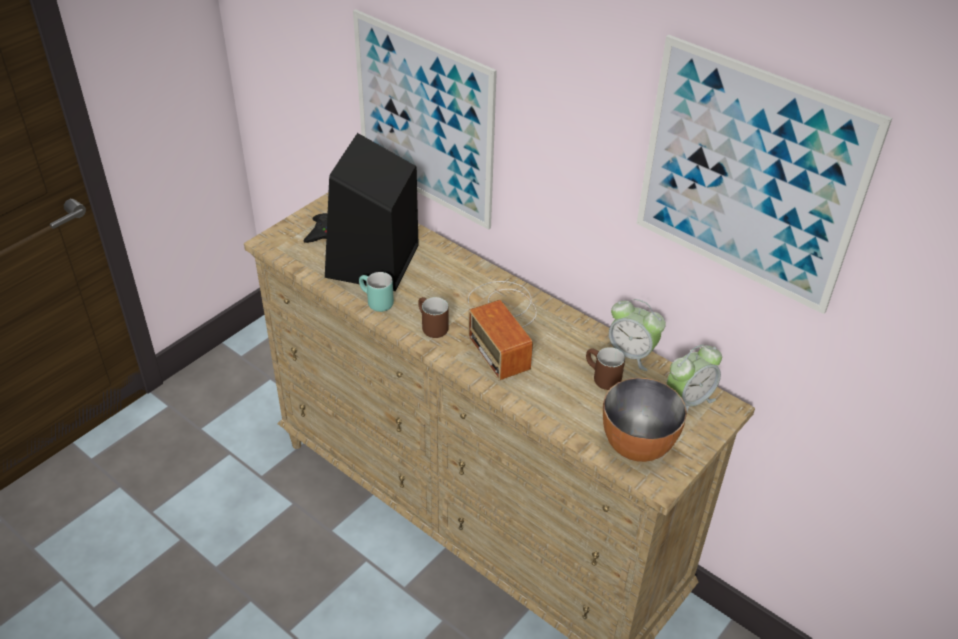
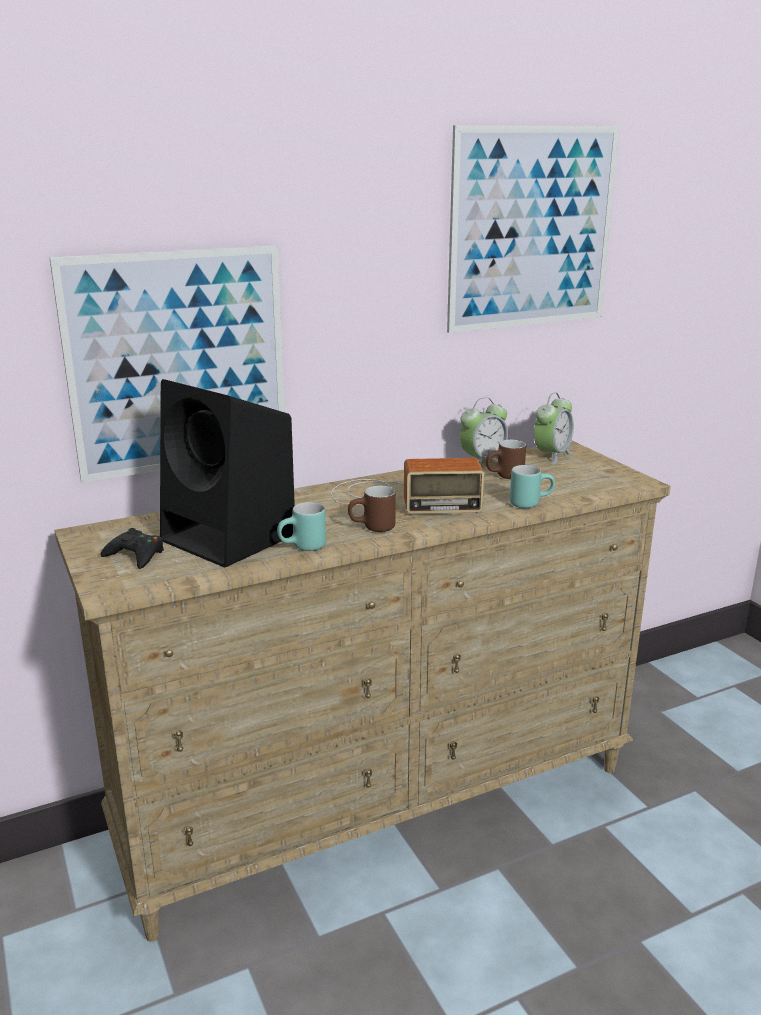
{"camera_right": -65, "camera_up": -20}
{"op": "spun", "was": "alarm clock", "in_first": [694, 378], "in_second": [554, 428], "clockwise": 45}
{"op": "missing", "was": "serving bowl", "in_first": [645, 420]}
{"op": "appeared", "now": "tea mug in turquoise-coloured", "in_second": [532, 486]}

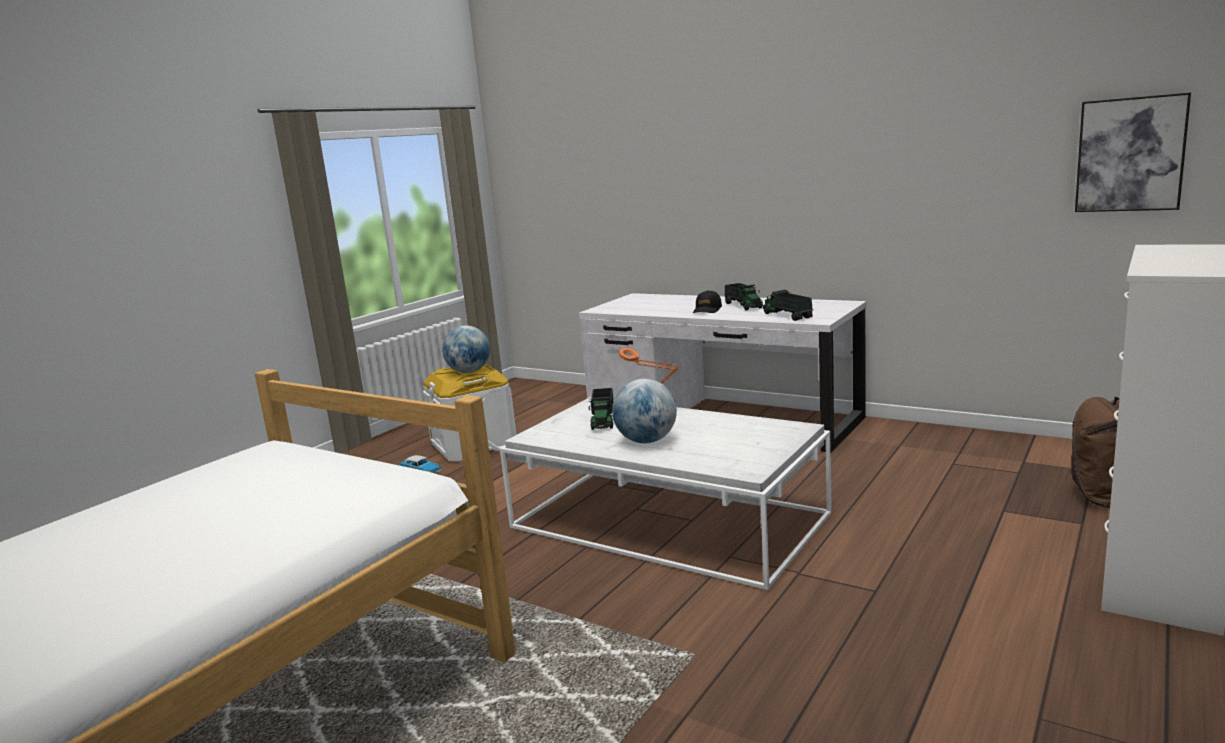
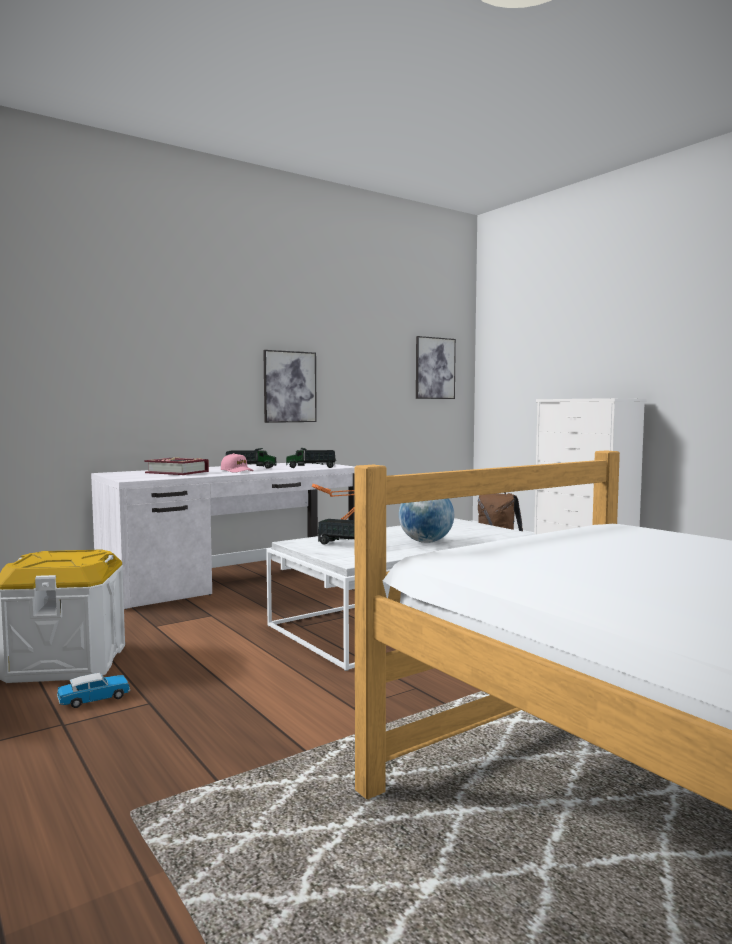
{"camera_right": -70, "camera_up": -10}
{"op": "colour", "was": "cap in blackish", "now": "cap in pinkish", "in_first": [707, 301], "in_second": [237, 463]}
{"op": "missing", "was": "world globe", "in_first": [466, 349]}
{"op": "appeared", "now": "wall picture", "in_second": [290, 386]}
{"op": "appeared", "now": "volume", "in_second": [177, 466]}

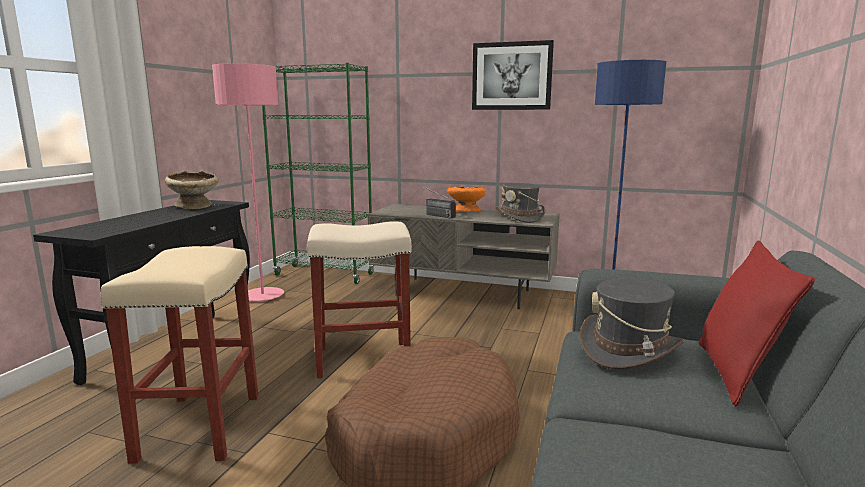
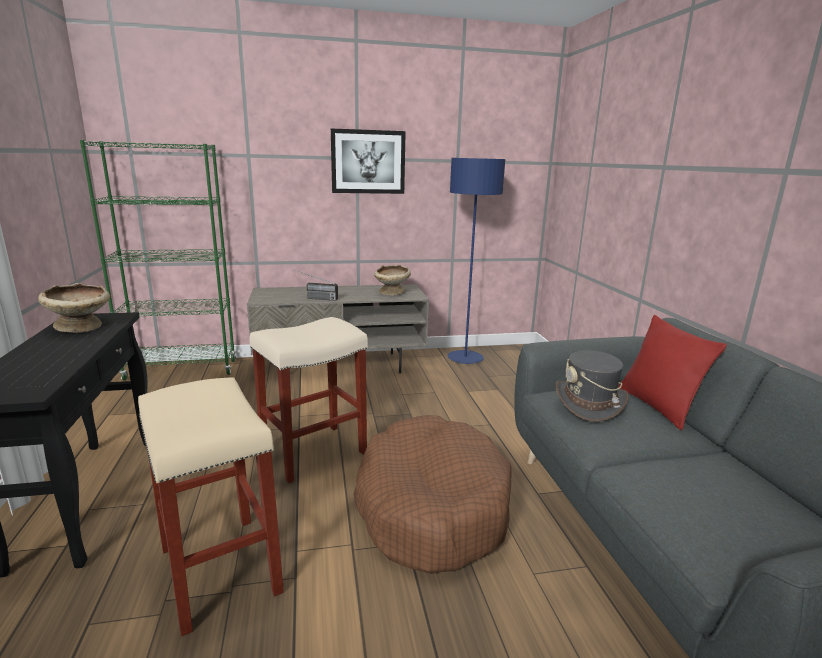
{"camera_right": -30, "camera_up": 5}
{"op": "missing", "was": "floor lamp in pinkish", "in_first": [248, 182]}
{"op": "exchanged", "was": "clothing hat in grey", "now": "serving bowl in sand-coloured", "in_first": [520, 203], "in_second": [392, 280]}
{"op": "missing", "was": "serving bowl in orange-coloured", "in_first": [466, 199]}

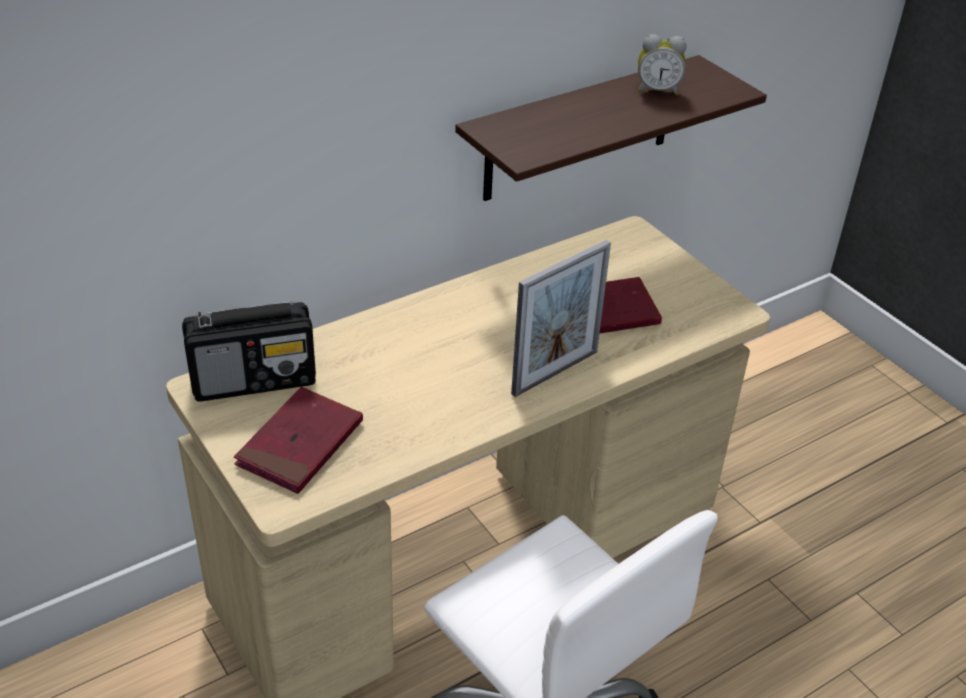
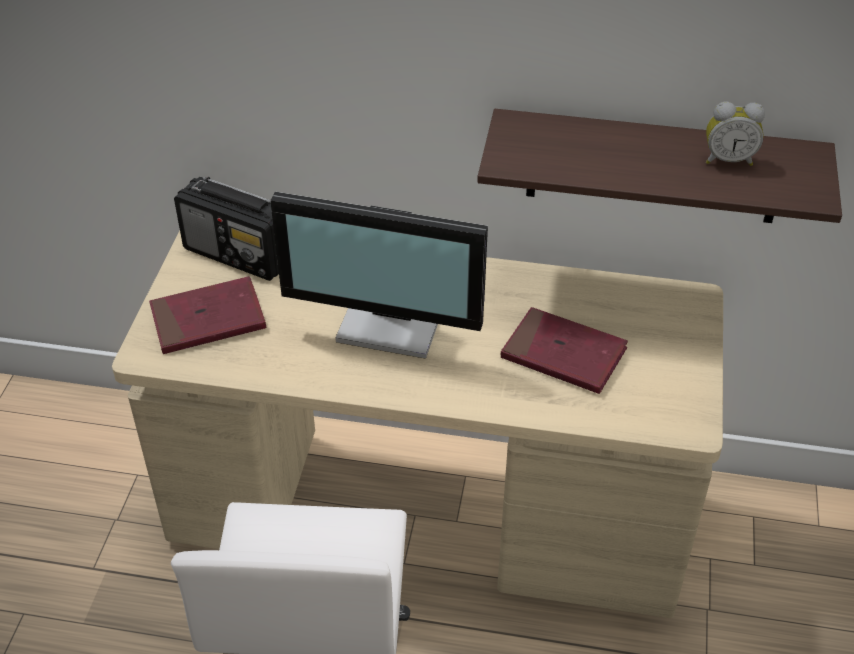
{"camera_right": 45, "camera_up": 5}
{"op": "spun", "was": "alarm clock", "in_first": [662, 65], "in_second": [735, 133], "clockwise": -45}
{"op": "missing", "was": "photo frame", "in_first": [561, 318]}
{"op": "appeared", "now": "computer display", "in_second": [379, 275]}

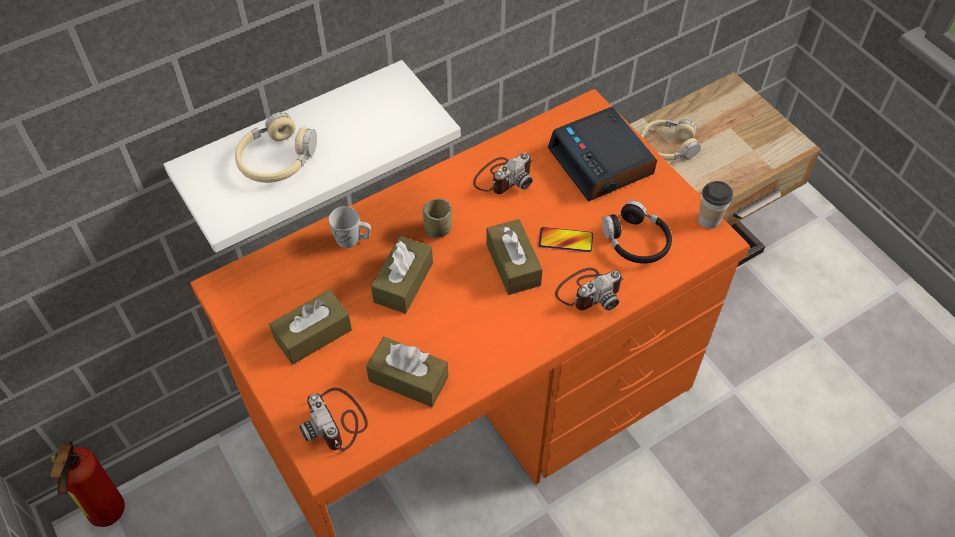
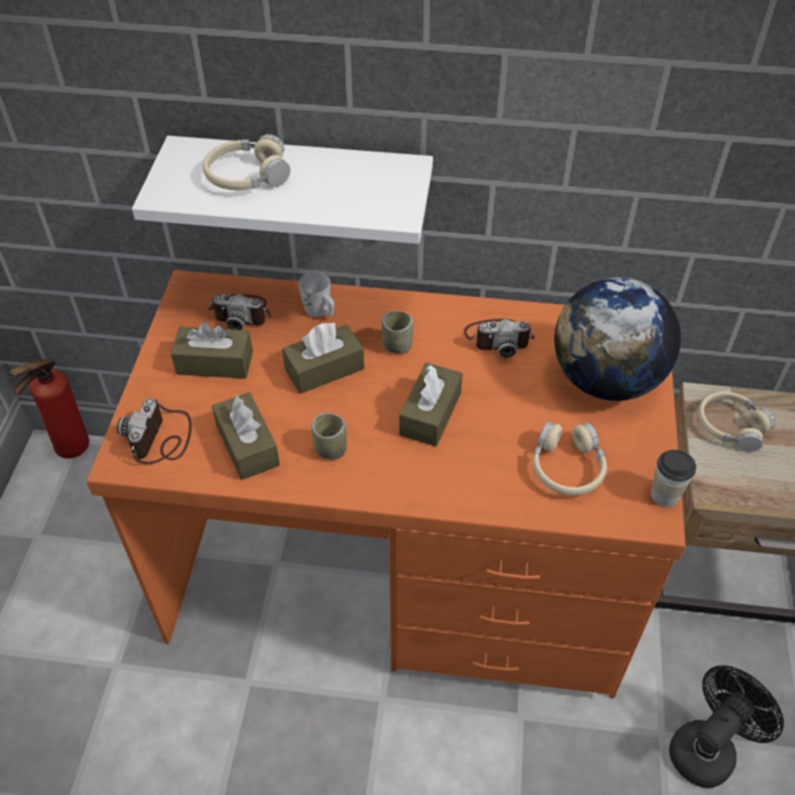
{"camera_right": 40, "camera_up": -5}
{"op": "exchanged", "was": "alarm clock", "now": "world globe", "in_first": [602, 154], "in_second": [617, 339]}
{"op": "colour", "was": "headset in blackish", "now": "headset in sand-coloured", "in_first": [637, 232], "in_second": [570, 458]}
{"op": "missing", "was": "phone", "in_first": [566, 239]}
{"op": "relocated", "was": "photo camera", "in_first": [589, 289], "in_second": [239, 312]}
{"op": "appeared", "now": "drinking cup", "in_second": [329, 436]}
{"op": "appeared", "now": "electric fan in blackish", "in_second": [726, 726]}

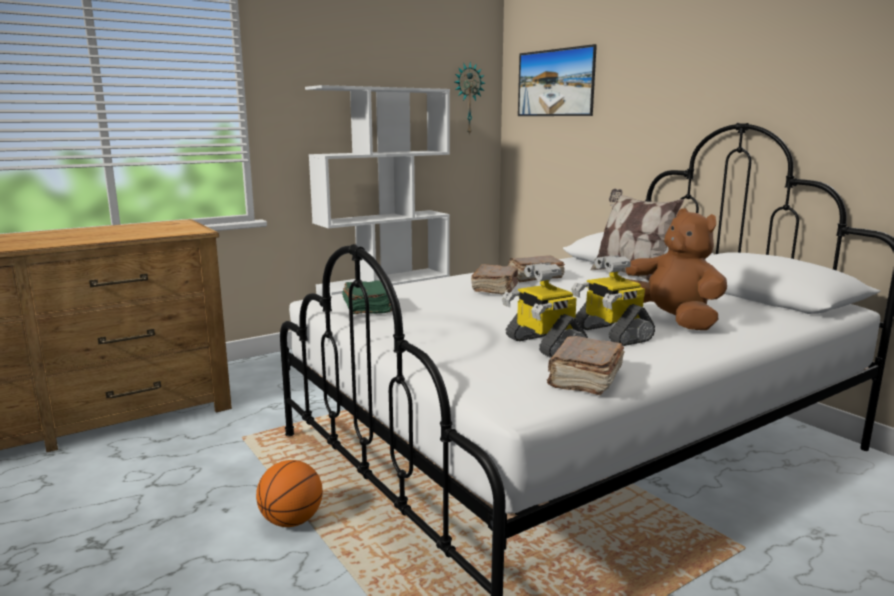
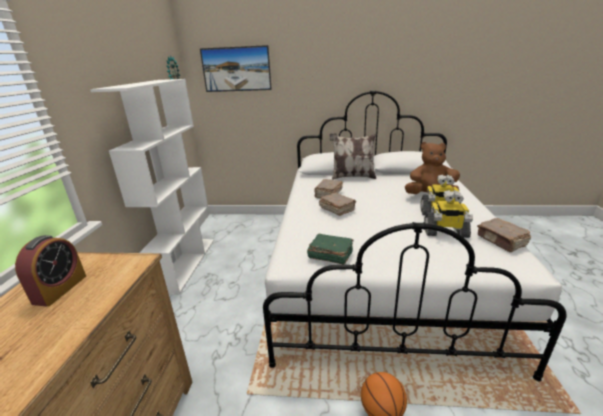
{"camera_right": -50, "camera_up": 10}
{"op": "appeared", "now": "alarm clock", "in_second": [50, 271]}

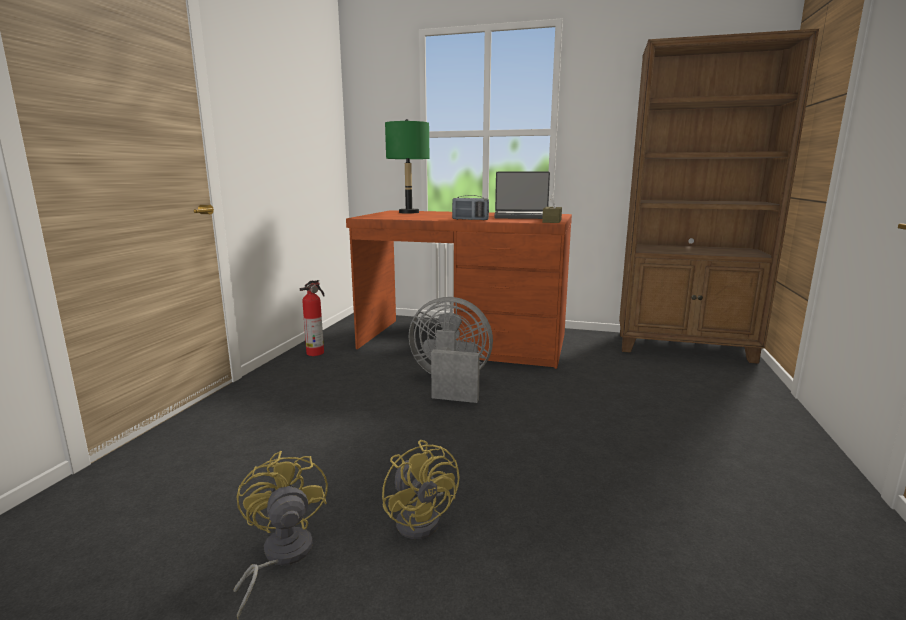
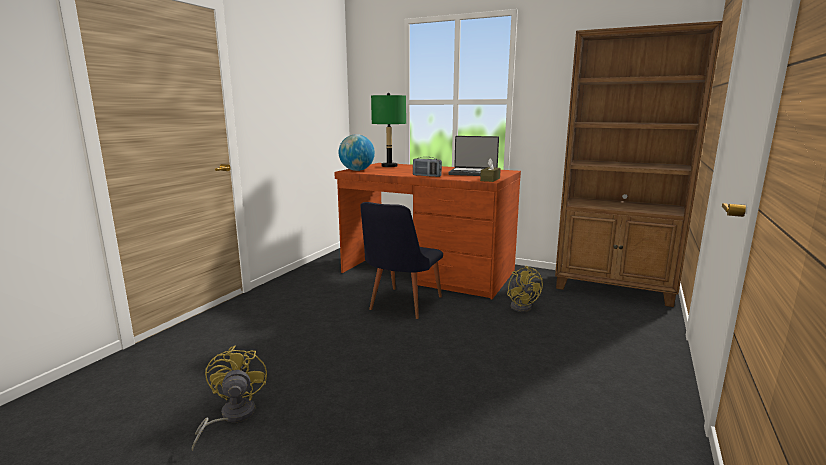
{"camera_right": 10, "camera_up": 0}
{"op": "missing", "was": "fire extinguisher", "in_first": [312, 318]}
{"op": "exchanged", "was": "electric fan in grey", "now": "plain chair in blackish", "in_first": [451, 350], "in_second": [401, 260]}
{"op": "relocated", "was": "electric fan in yellowish", "in_first": [420, 489], "in_second": [525, 289]}
{"op": "appeared", "now": "world globe", "in_second": [357, 152]}

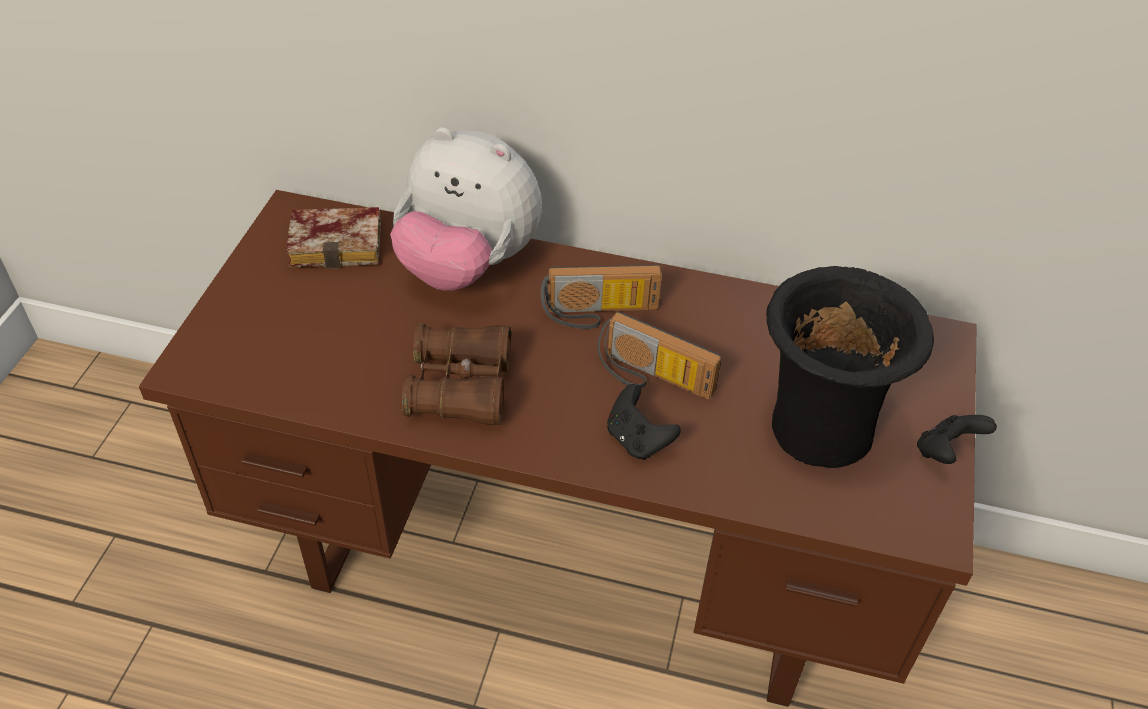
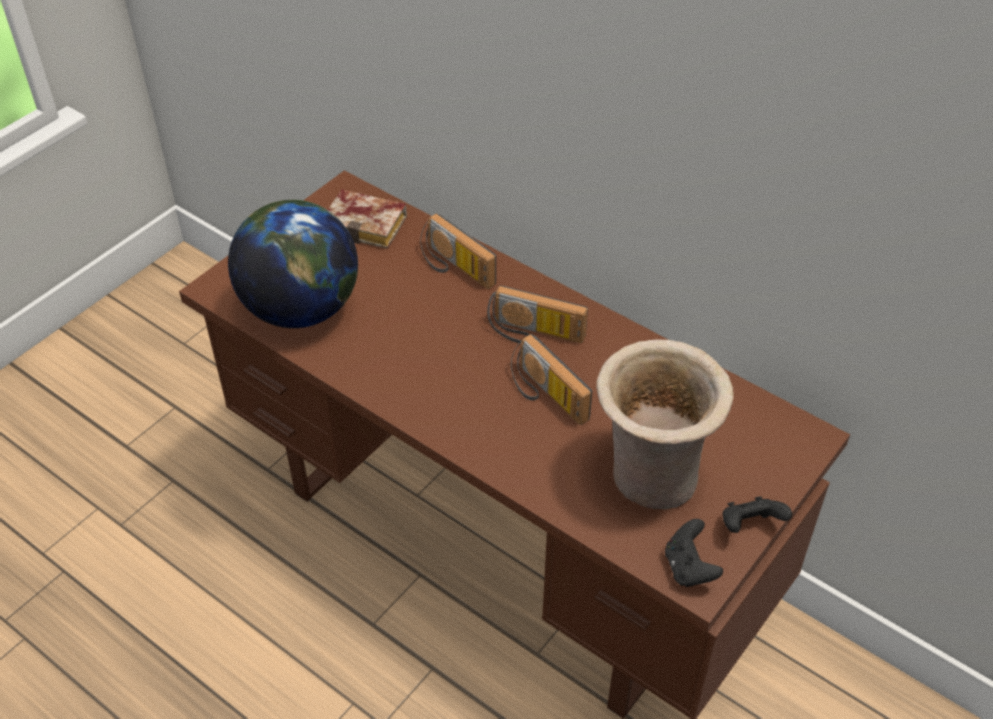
{"camera_right": 25, "camera_up": 0}
{"op": "exchanged", "was": "plush toy", "now": "radio", "in_first": [466, 209], "in_second": [458, 251]}
{"op": "colour", "was": "vase in blackish", "now": "vase in sand-coloured", "in_first": [850, 367], "in_second": [665, 424]}
{"op": "missing", "was": "field glasses in brown", "in_first": [456, 374]}
{"op": "relocated", "was": "gamepad in blackish", "in_first": [644, 422], "in_second": [694, 553]}
{"op": "appeared", "now": "world globe", "in_second": [293, 264]}

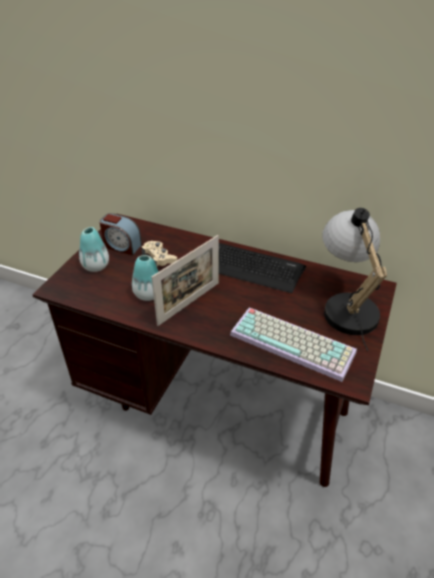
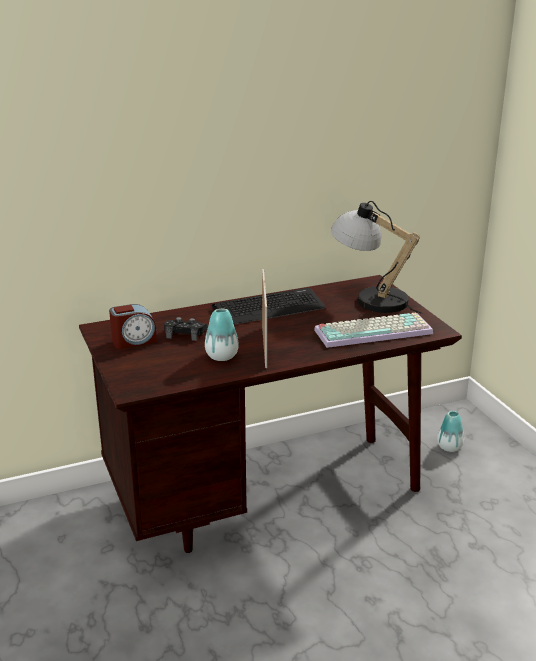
{"camera_right": -45, "camera_up": -15}
{"op": "relocated", "was": "vase", "in_first": [94, 249], "in_second": [450, 431]}
{"op": "colour", "was": "gamepad in sand-coloured", "now": "gamepad in blackish", "in_first": [159, 253], "in_second": [185, 329]}

